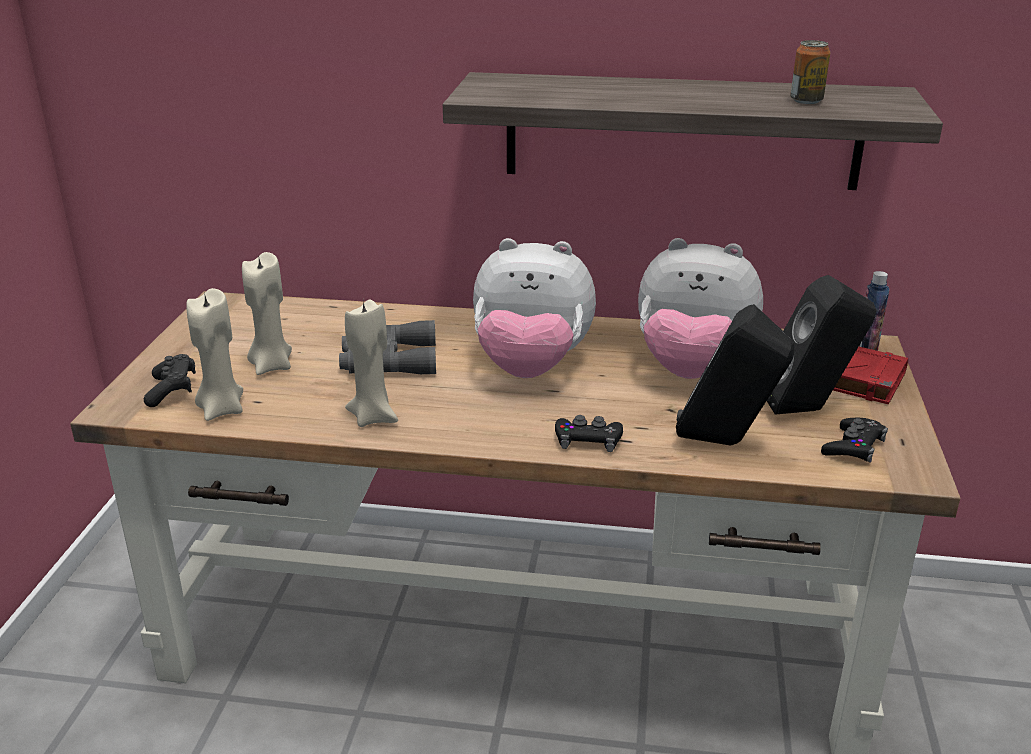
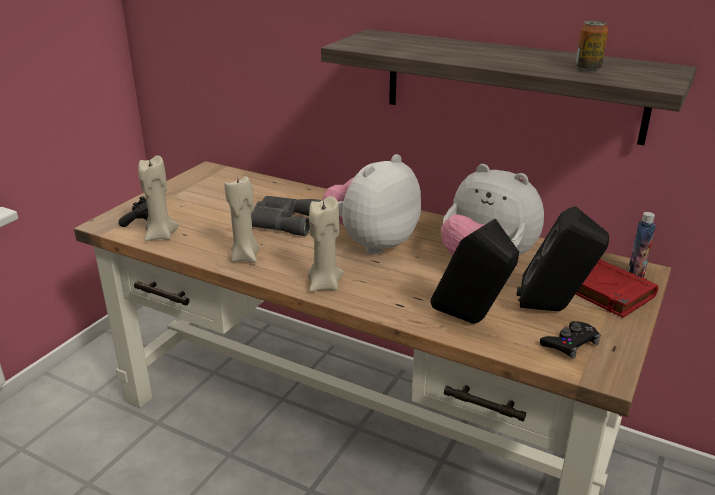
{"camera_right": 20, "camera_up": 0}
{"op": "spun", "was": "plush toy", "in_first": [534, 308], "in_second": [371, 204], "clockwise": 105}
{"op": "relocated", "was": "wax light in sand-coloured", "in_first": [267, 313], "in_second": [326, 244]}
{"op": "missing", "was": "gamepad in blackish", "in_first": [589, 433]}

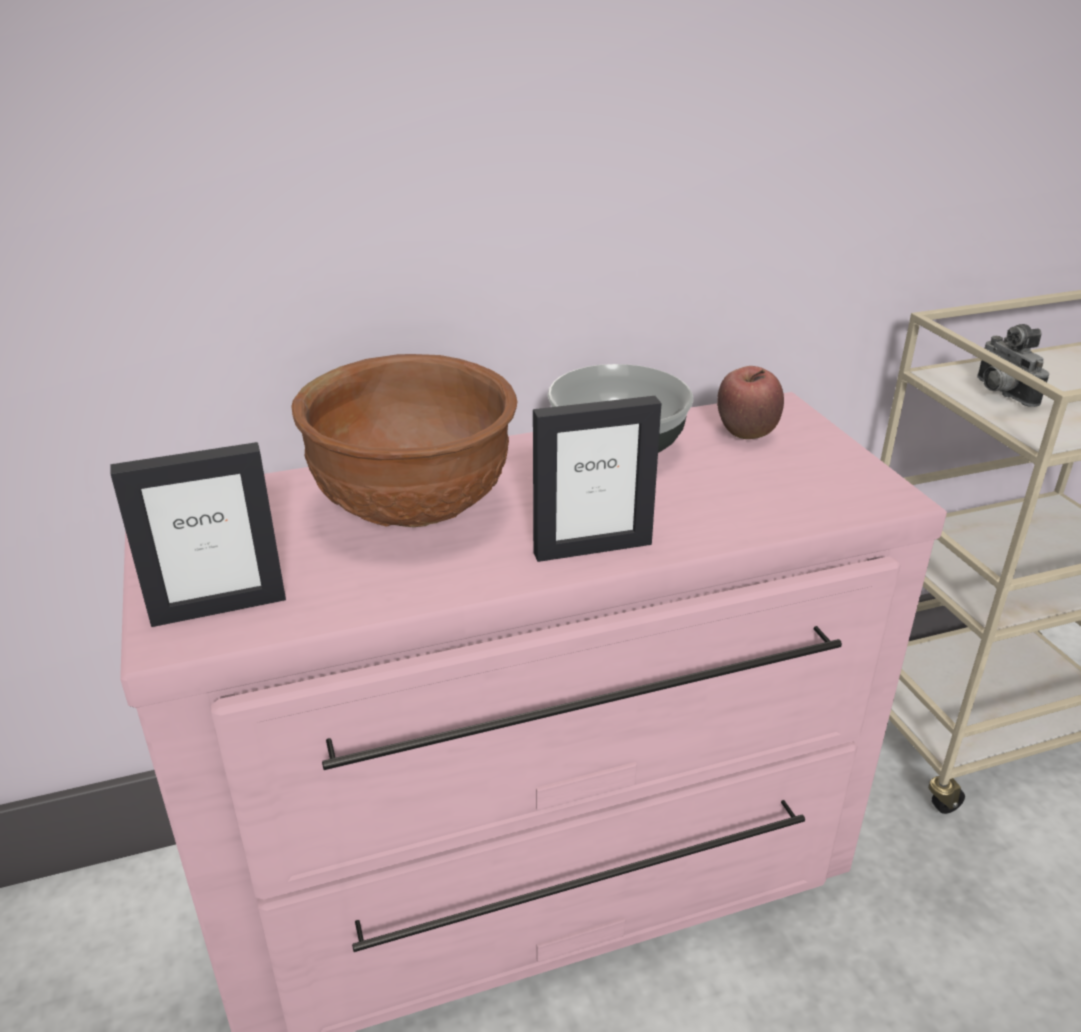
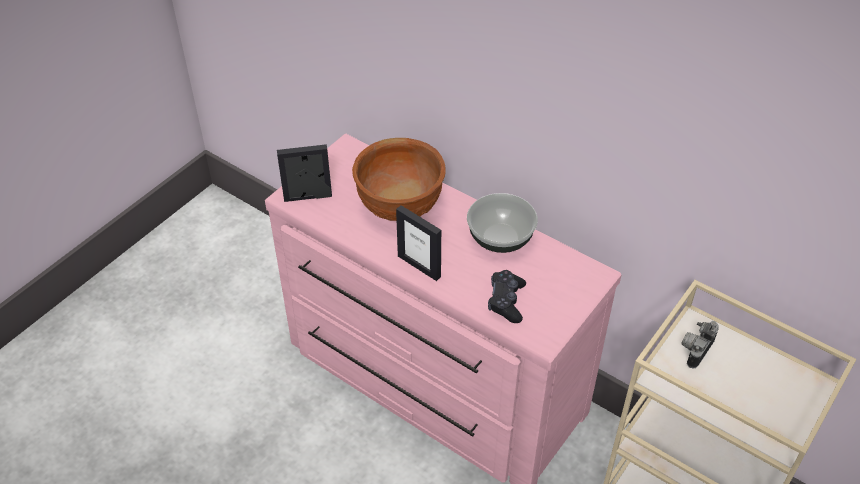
{"camera_right": 55, "camera_up": 15}
{"op": "missing", "was": "whole apple", "in_first": [750, 402]}
{"op": "spun", "was": "photo frame", "in_first": [198, 534], "in_second": [304, 173], "clockwise": 135}
{"op": "appeared", "now": "gamepad in blackish", "in_second": [507, 296]}

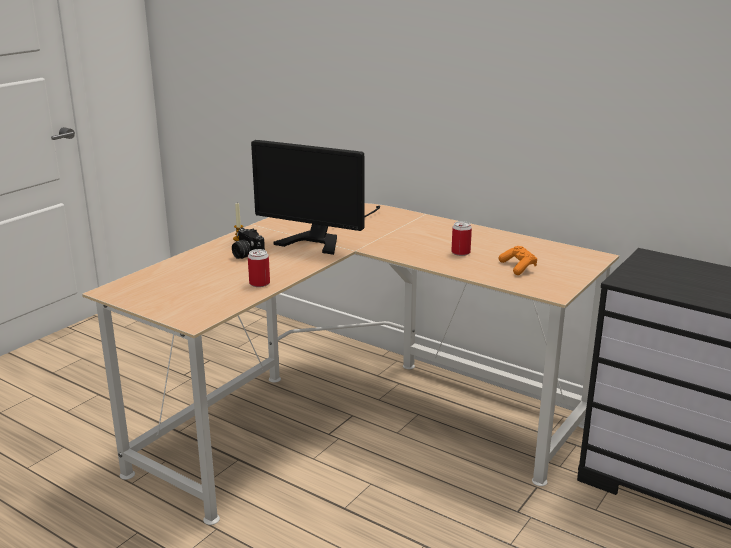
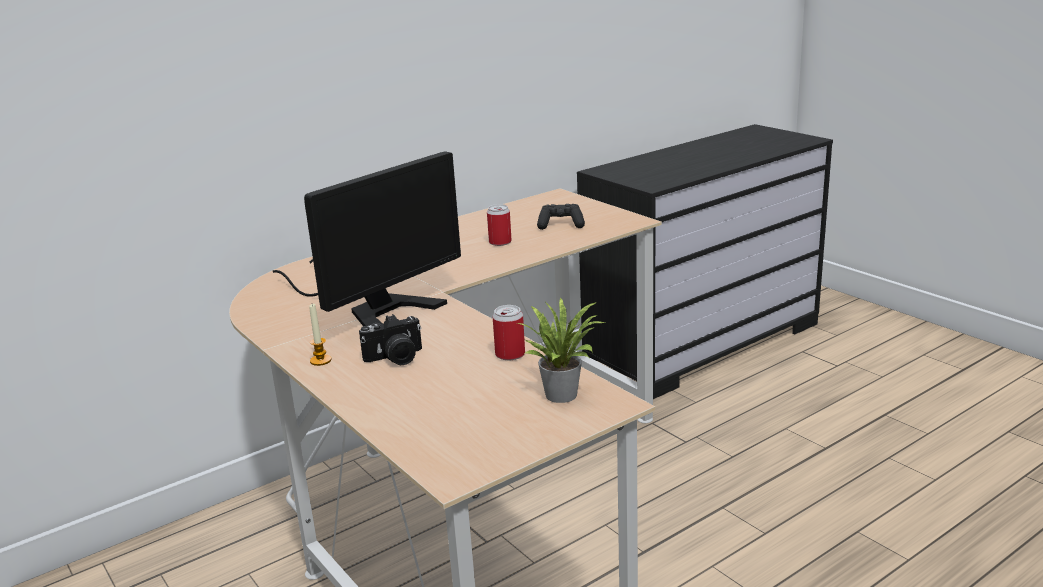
{"camera_right": -70, "camera_up": 0}
{"op": "colour", "was": "gamepad in orange-coloured", "now": "gamepad in blackish", "in_first": [518, 260], "in_second": [561, 217]}
{"op": "appeared", "now": "potted plant", "in_second": [561, 350]}

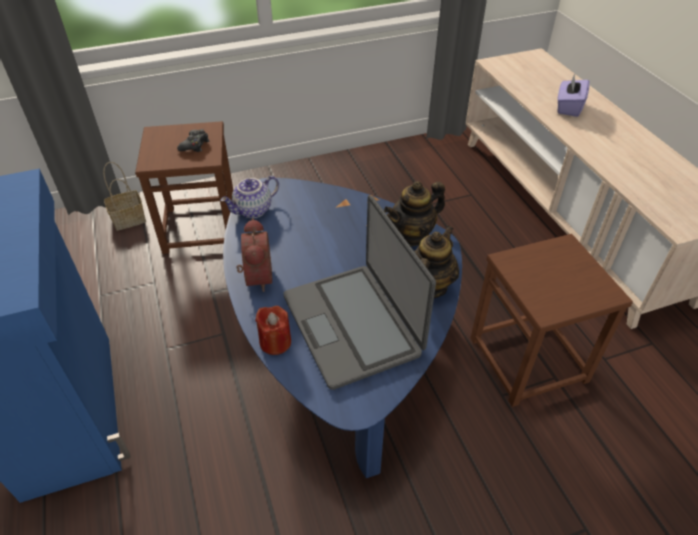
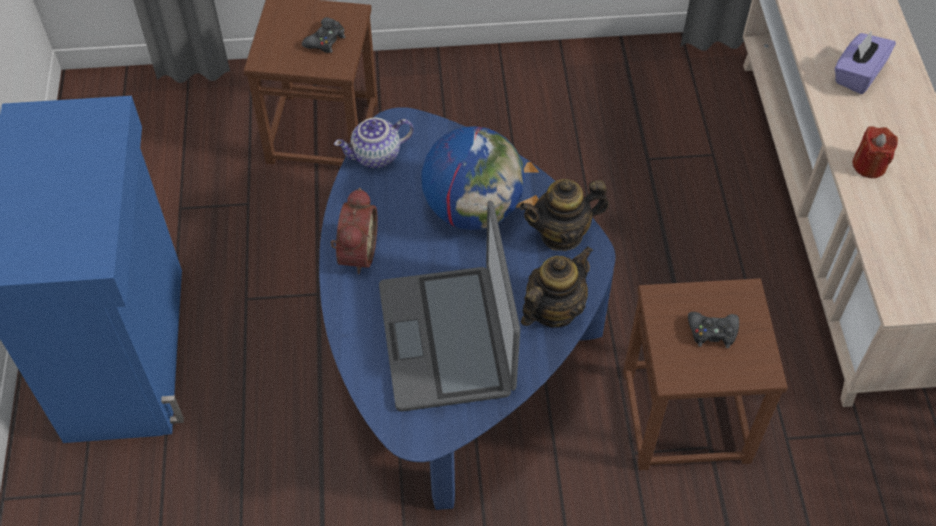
{"camera_right": 15, "camera_up": 10}
{"op": "missing", "was": "household basket", "in_first": [124, 196]}
{"op": "relocated", "was": "wax light in reddish", "in_first": [273, 330], "in_second": [875, 152]}
{"op": "appeared", "now": "world globe", "in_second": [473, 178]}
{"op": "appeared", "now": "gamepad in blackish", "in_second": [713, 330]}

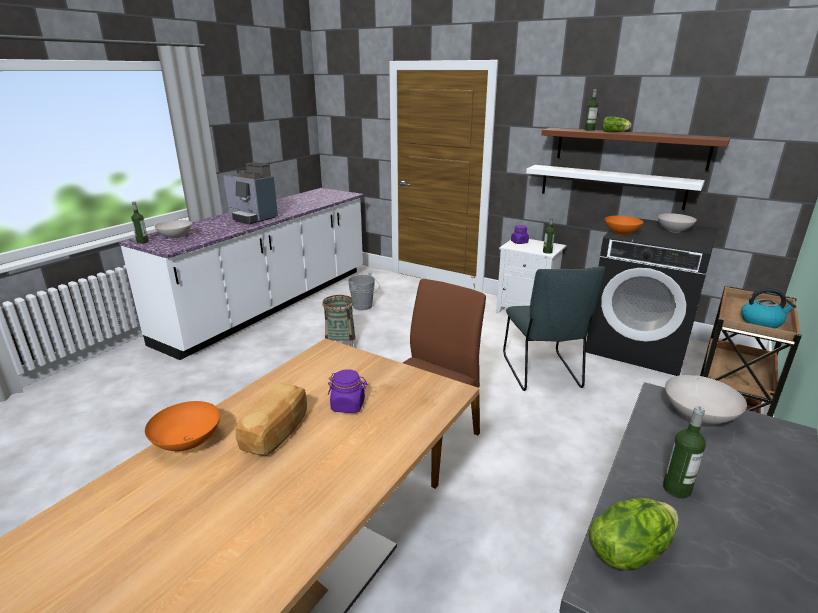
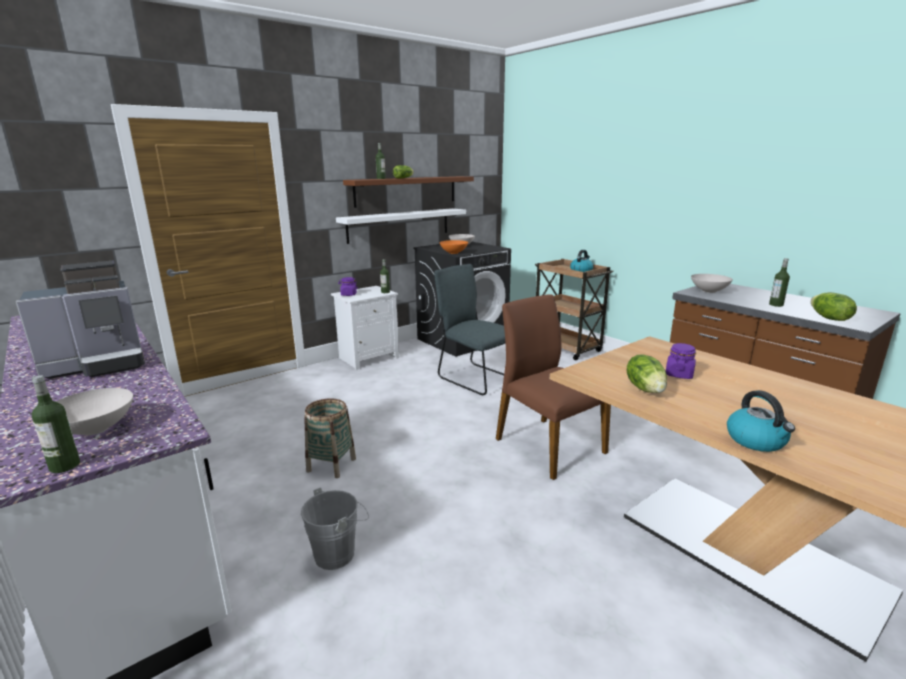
{"camera_right": -70, "camera_up": -5}
{"op": "spun", "was": "plain chair in grey", "in_first": [554, 328], "in_second": [469, 329], "clockwise": -150}
{"op": "relocated", "was": "pail in grey", "in_first": [364, 291], "in_second": [335, 528]}
{"op": "missing", "was": "baked bread", "in_first": [271, 419]}
{"op": "exchanged", "was": "serving bowl in orange-coloured", "now": "water kettle", "in_first": [182, 426], "in_second": [761, 421]}
{"op": "appeared", "now": "head of lettuce", "in_second": [647, 373]}

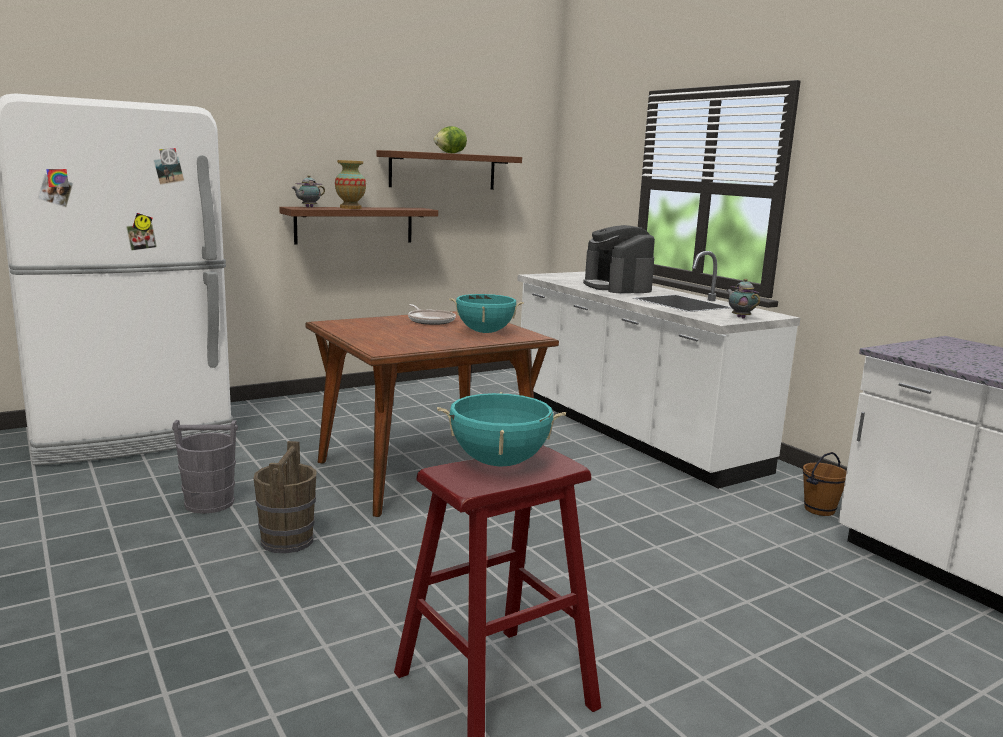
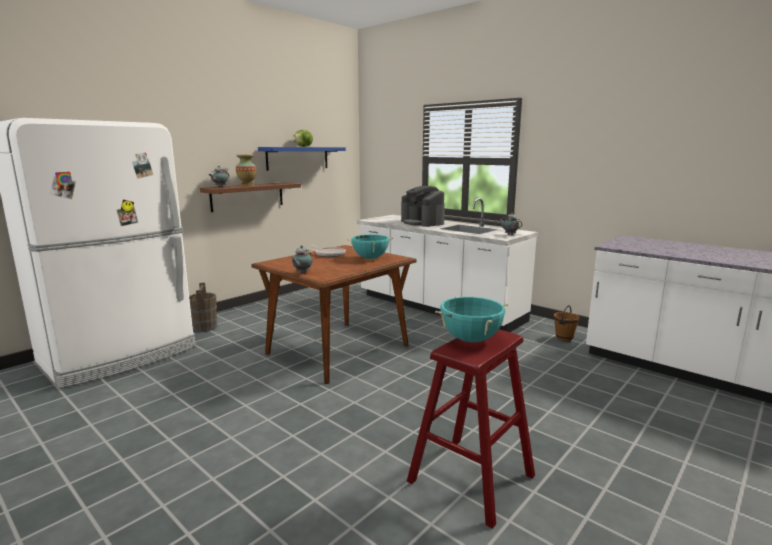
{"camera_right": -15, "camera_up": 0}
{"op": "colour", "was": "bracket shelf in brown", "now": "bracket shelf in blue-coloured", "in_first": [449, 170], "in_second": [302, 159]}
{"op": "missing", "was": "pail in grey", "in_first": [205, 467]}
{"op": "relocated", "was": "pail in brown", "in_first": [285, 497], "in_second": [203, 307]}
{"op": "appeared", "now": "tea pot", "in_second": [301, 259]}

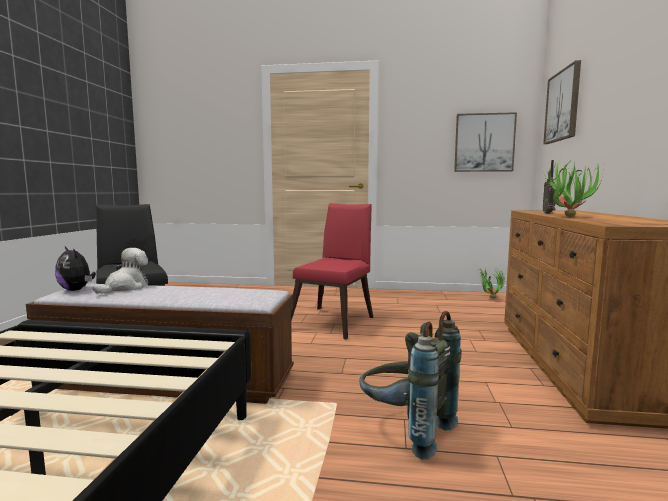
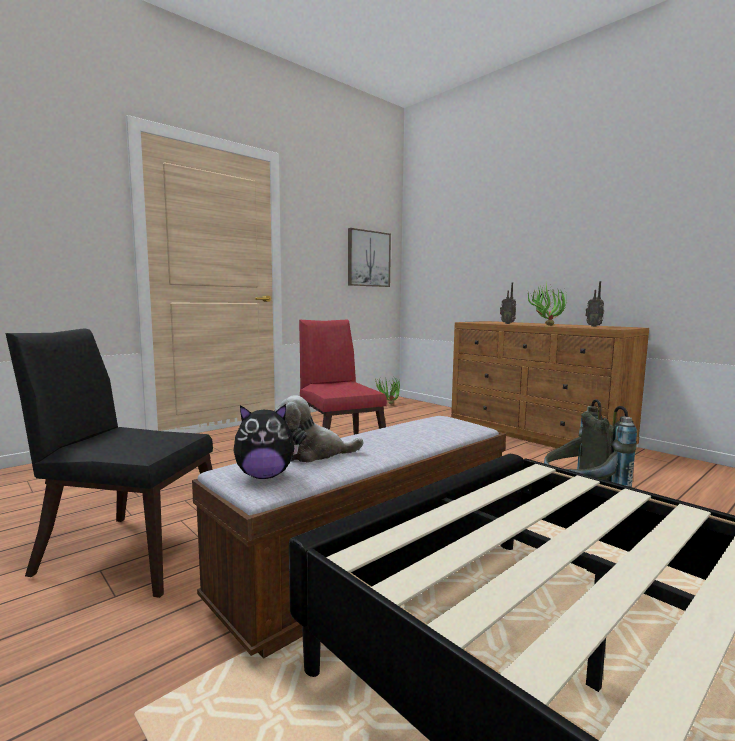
{"camera_right": -50, "camera_up": 0}
{"op": "missing", "was": "wall picture", "in_first": [562, 102]}
{"op": "spun", "was": "plush toy", "in_first": [120, 271], "in_second": [318, 429], "clockwise": -75}
{"op": "appeared", "now": "radio", "in_second": [594, 304]}

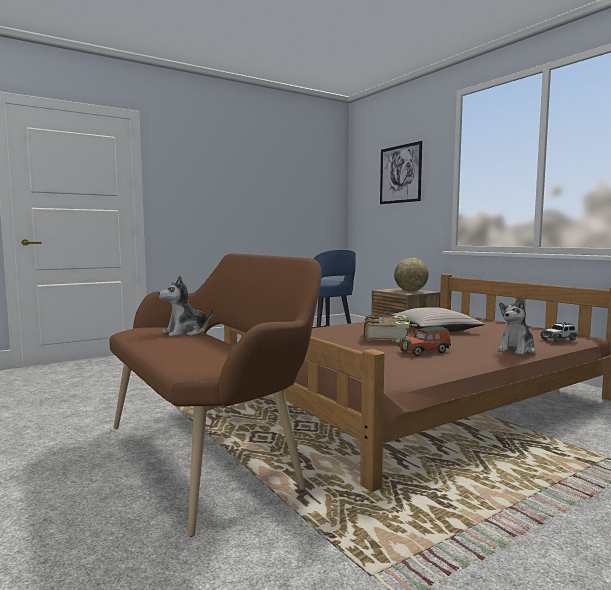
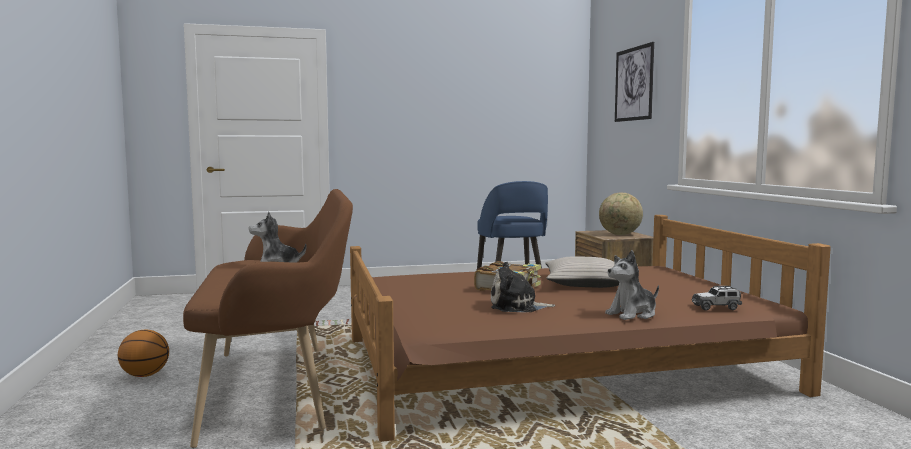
{"camera_right": 20, "camera_up": 0}
{"op": "exchanged", "was": "toy car", "now": "plush toy", "in_first": [424, 341], "in_second": [523, 287]}
{"op": "appeared", "now": "ball for basketball", "in_second": [143, 353]}

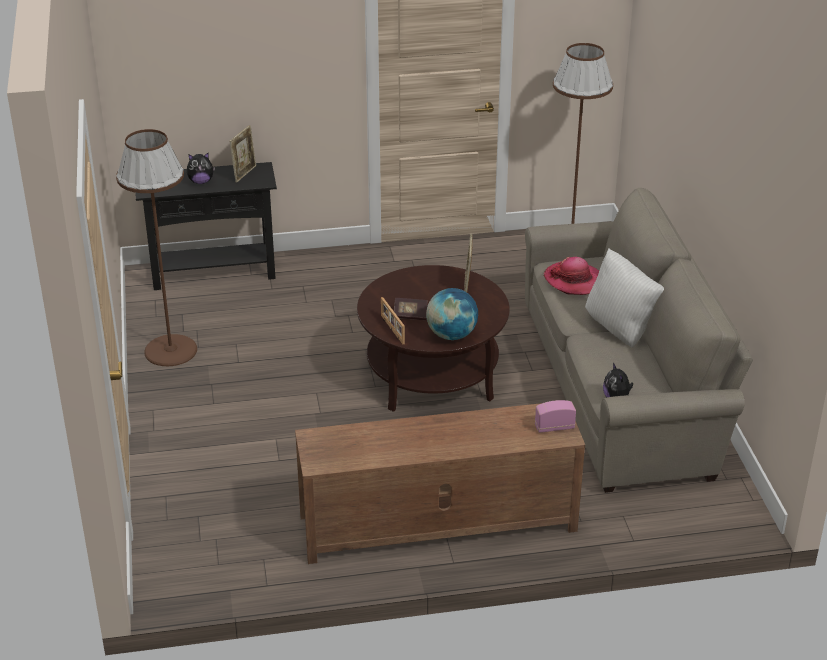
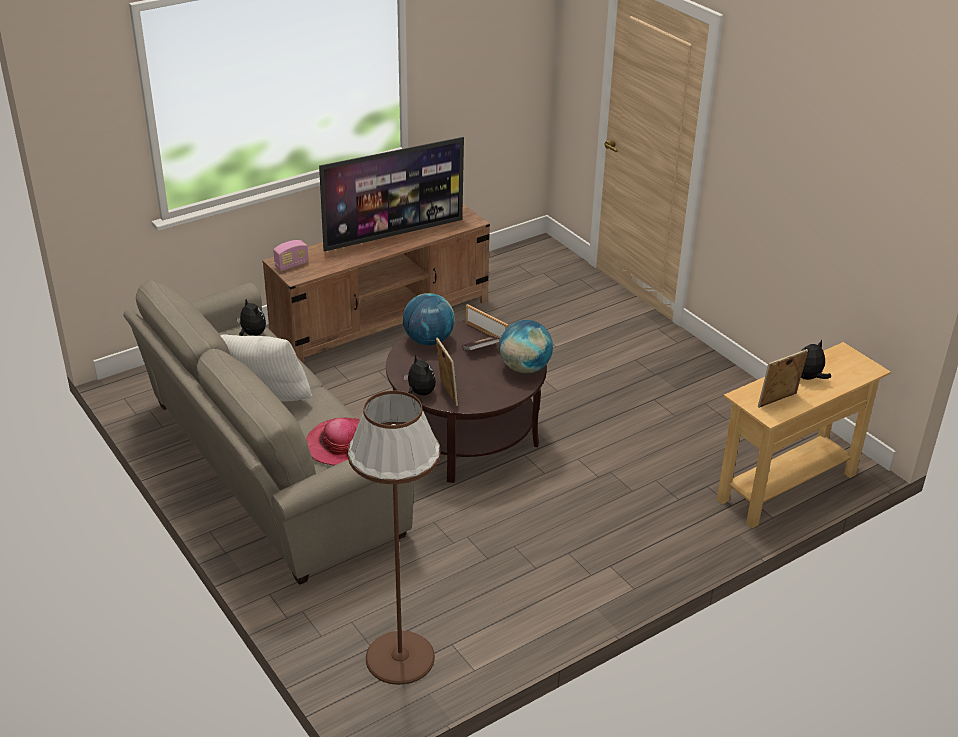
{"camera_right": 155, "camera_up": 0}
{"op": "spun", "was": "photo frame", "in_first": [242, 154], "in_second": [783, 378], "clockwise": 60}
{"op": "missing", "was": "floor lamp in brown", "in_first": [156, 247]}
{"op": "colour", "was": "narrow table in blackish", "now": "narrow table in sand-coloured", "in_first": [206, 226], "in_second": [804, 435]}
{"op": "appeared", "now": "television", "in_second": [391, 194]}
{"op": "appeared", "now": "world globe", "in_second": [526, 347]}
{"op": "appeared", "now": "plush toy", "in_second": [420, 375]}

